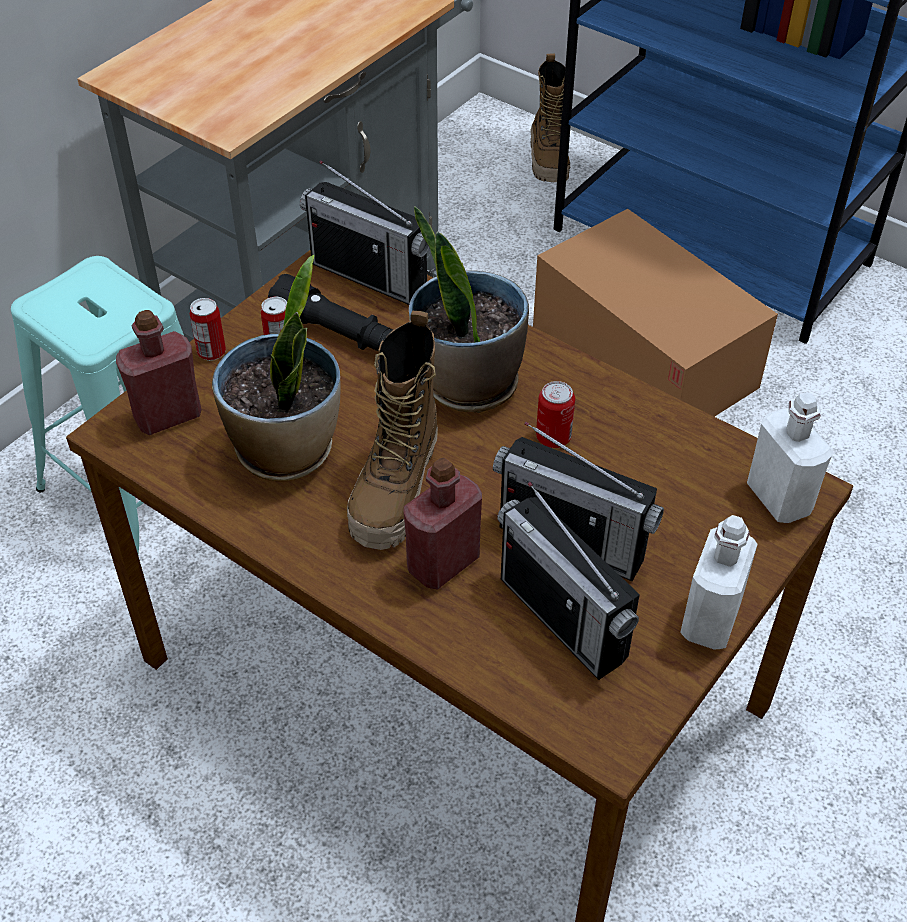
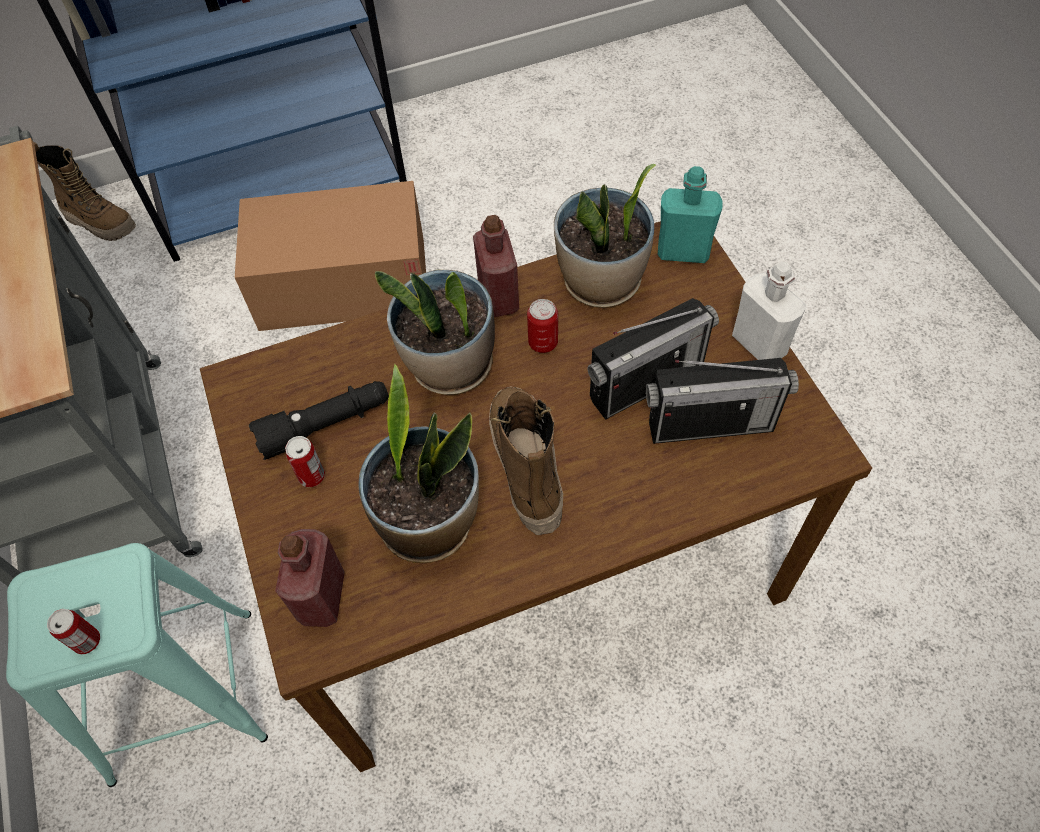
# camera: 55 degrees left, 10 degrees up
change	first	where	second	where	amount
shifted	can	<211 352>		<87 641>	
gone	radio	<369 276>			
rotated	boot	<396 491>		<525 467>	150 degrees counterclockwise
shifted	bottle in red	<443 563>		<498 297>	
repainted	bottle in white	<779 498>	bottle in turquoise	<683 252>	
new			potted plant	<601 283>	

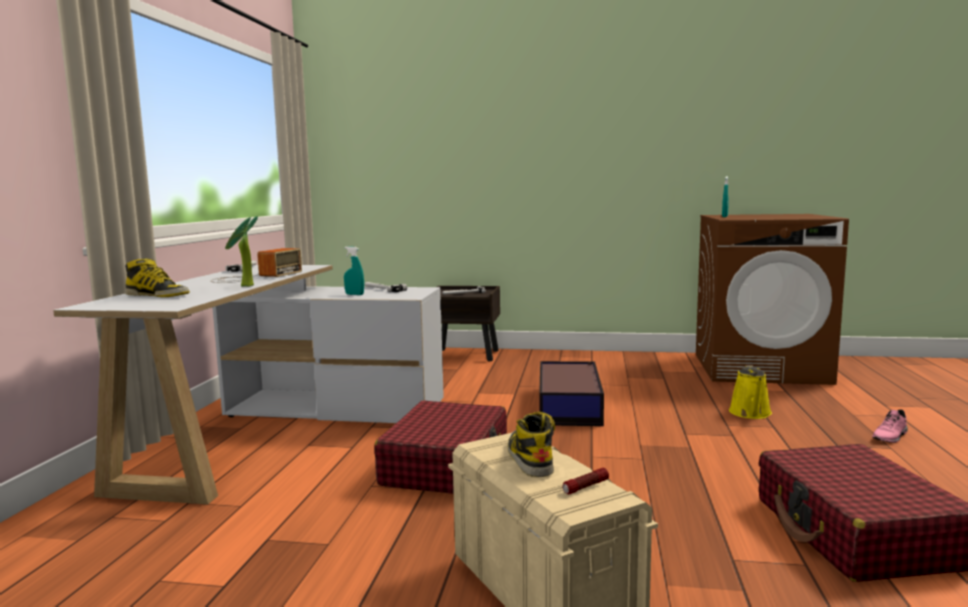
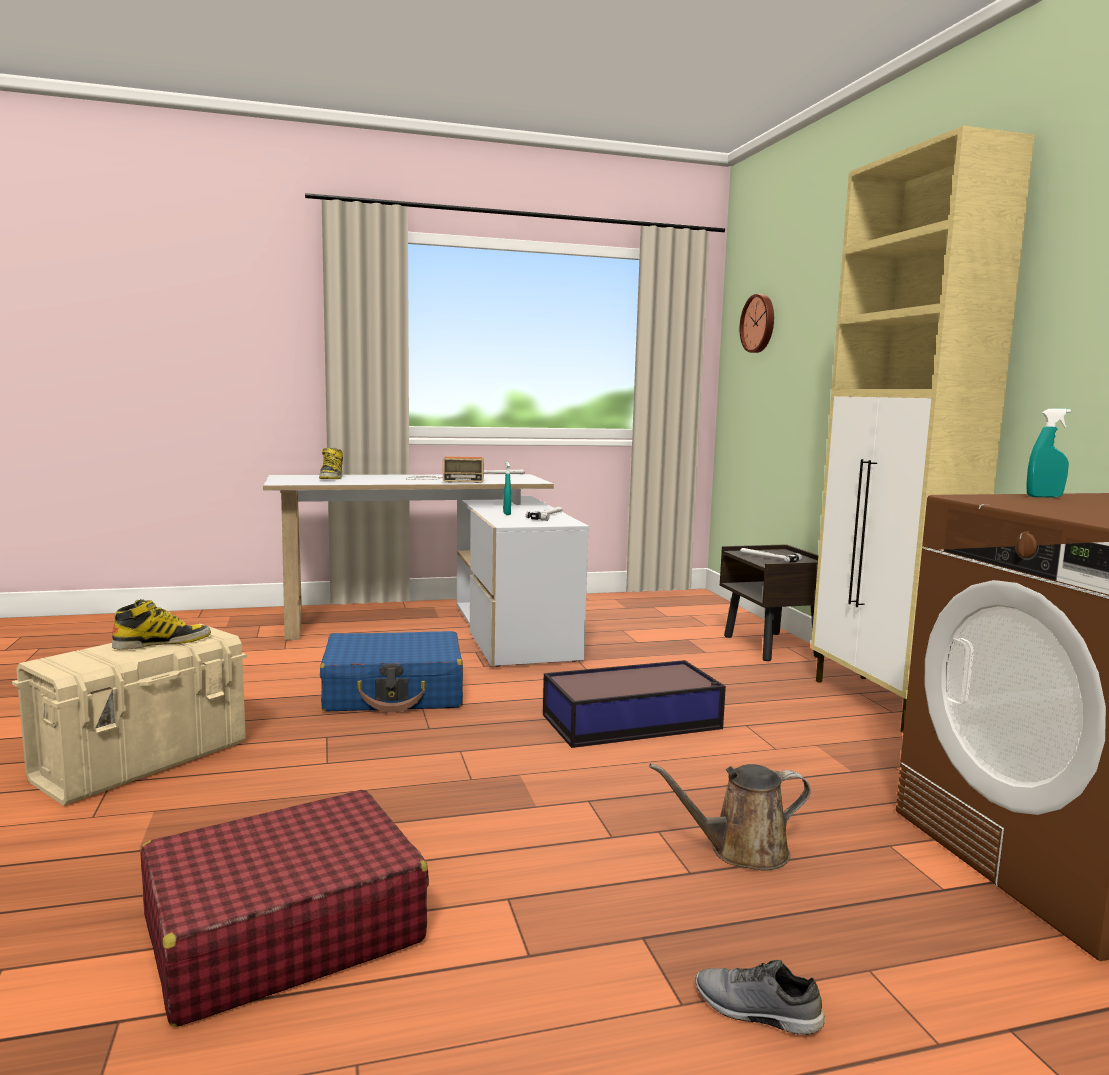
# camera: 65 degrees right, 0 degrees up
change	first	where	second	where	amount
gone	potted plant	<245 286>			
repainted	suitcase in red	<446 465>	suitcase in blue	<394 692>	
gone	flashlight	<585 487>			
repainted	watering can in yellow	<750 413>	watering can in brown	<741 851>	
repainted	shoe in pink	<891 437>	shoe in grey	<756 1012>	
new			wall clock	<759 323>	
new			cabinet in beige	<883 703>	

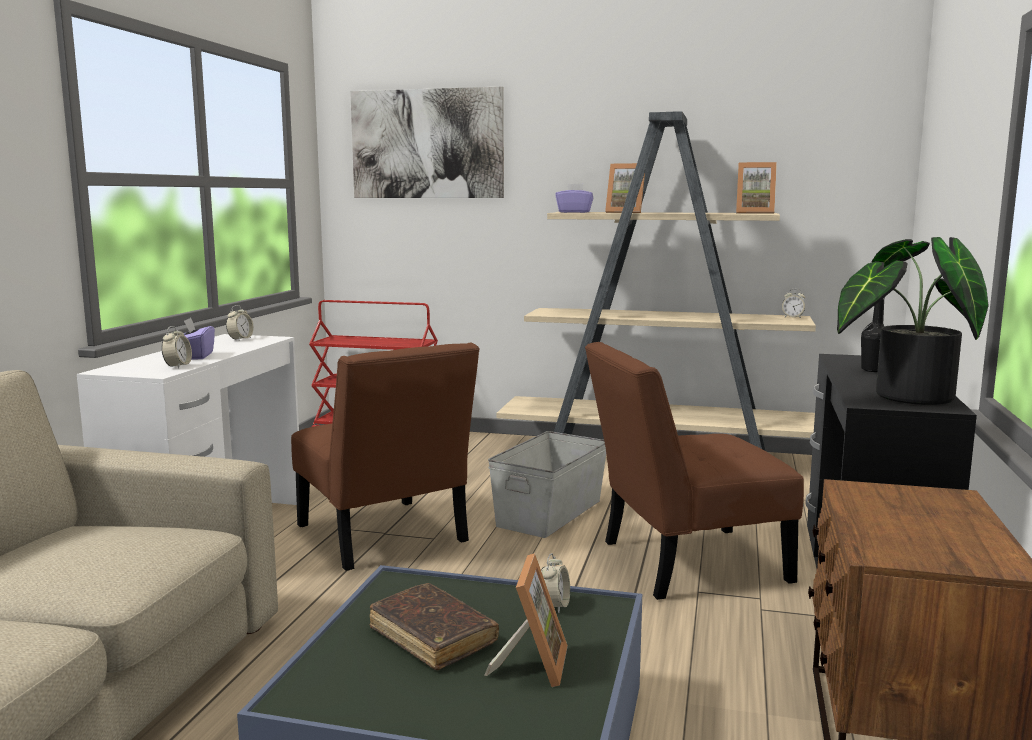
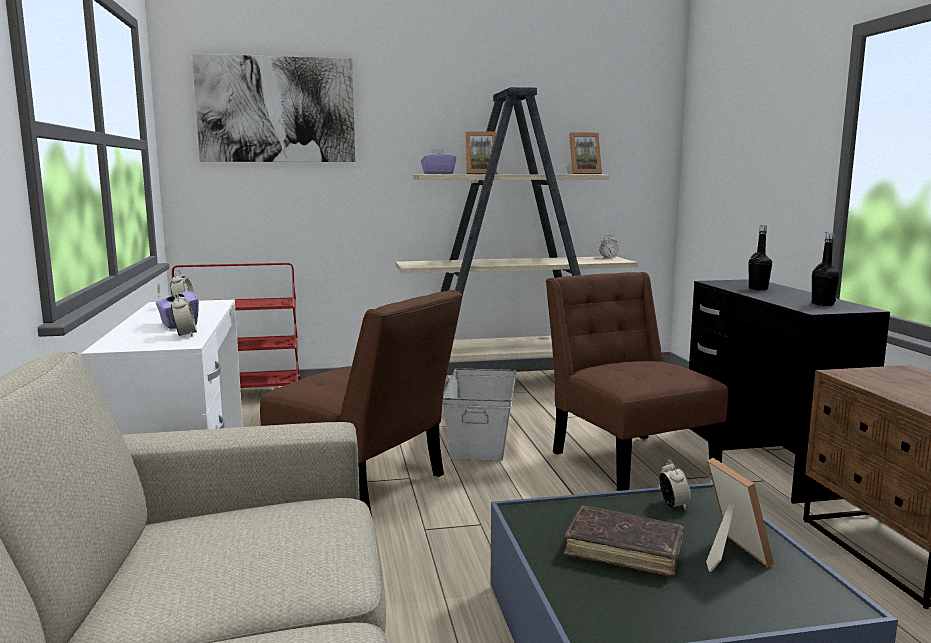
# camera: 25 degrees left, 0 degrees up
change	first	where	second	where	amount
rotated	chair in brown	<683 563>		<628 461>	105 degrees clockwise
swapped	potted plant	<904 396>	bottle in black	<822 304>	

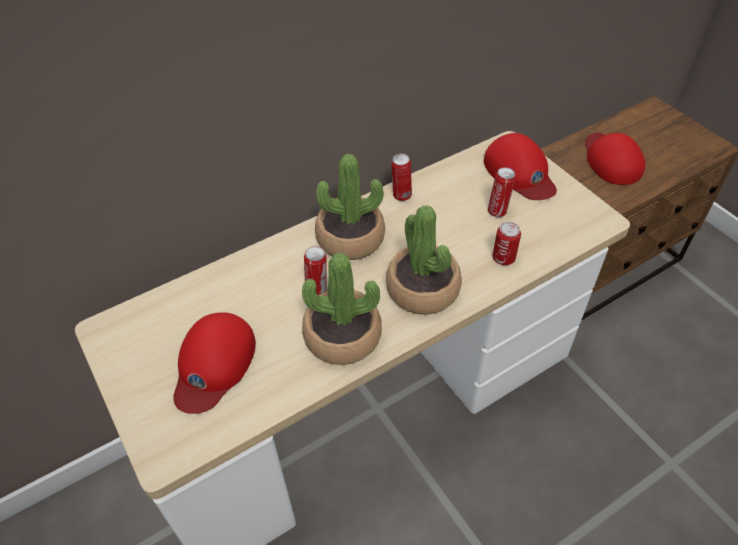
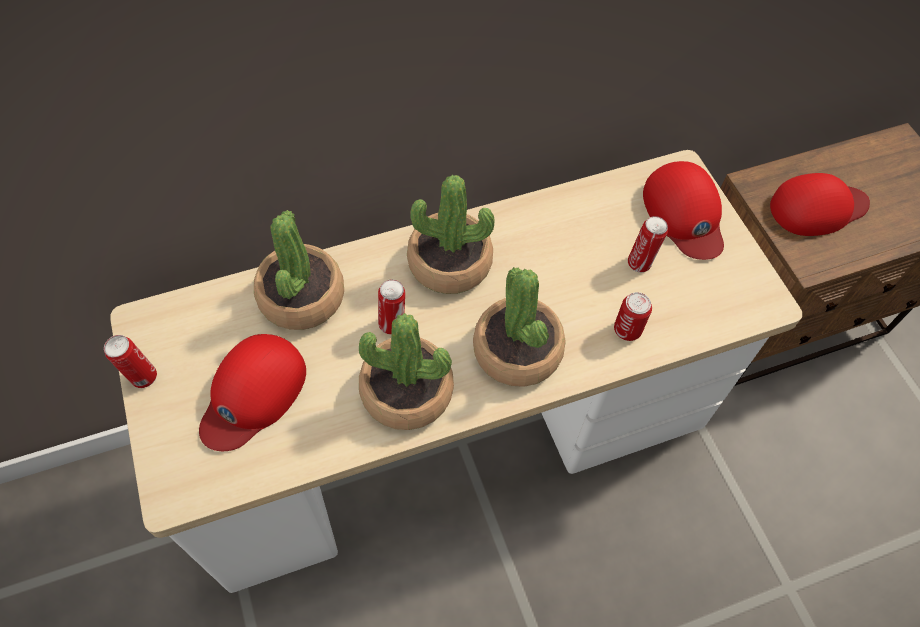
# camera: 10 degrees right, 10 degrees up
change	first	where	second	where	amount
shifted	can	<401 196>		<142 377>	
rotated	cap in red	<611 160>		<817 208>	75 degrees clockwise
new			potted plant	<301 297>	

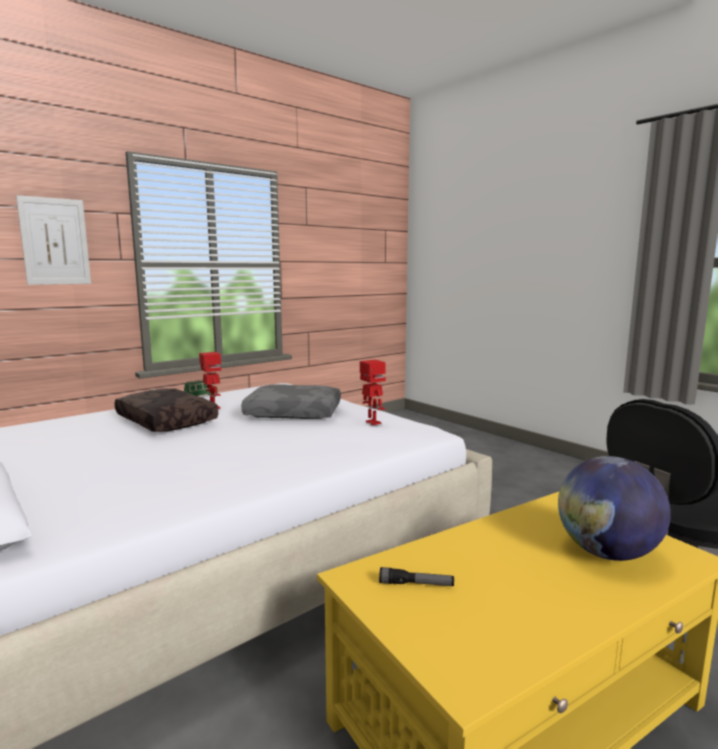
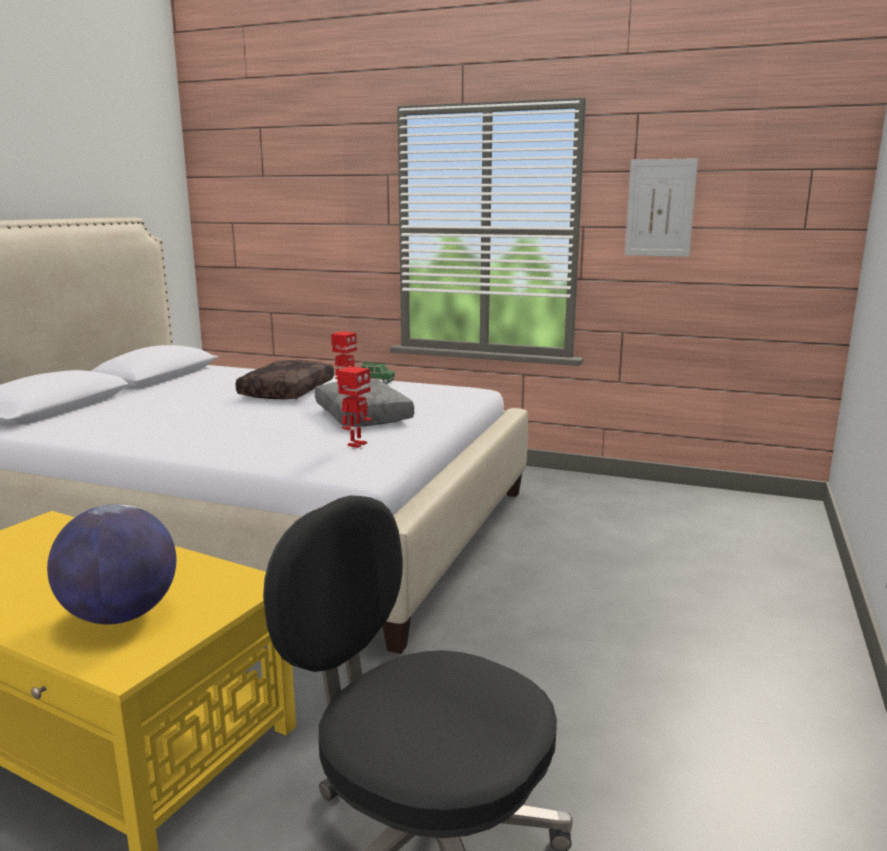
# camera: 60 degrees right, 5 degrees up
change	first	where	second	where	amount
shifted	picture	<55 241>		<660 208>	
gone	flashlight	<416 584>			

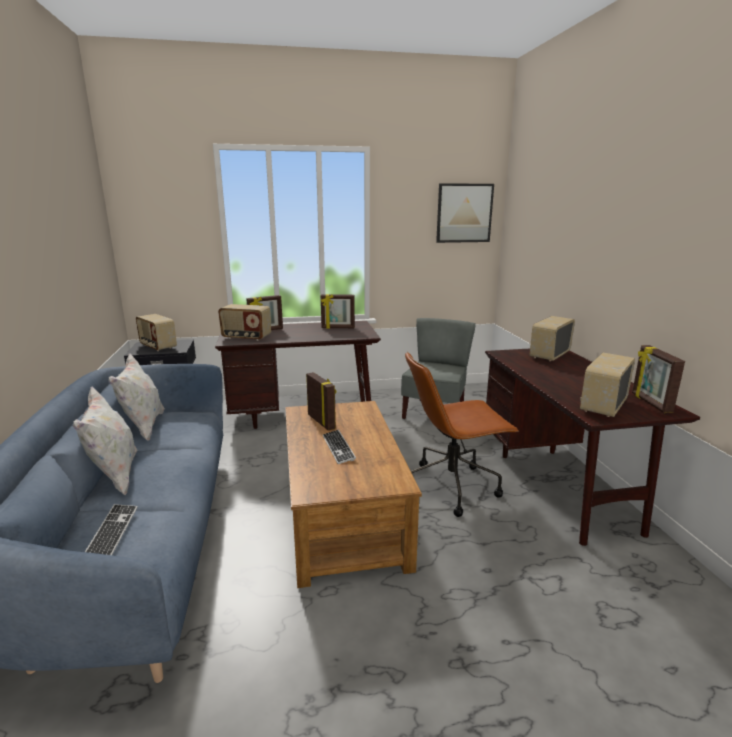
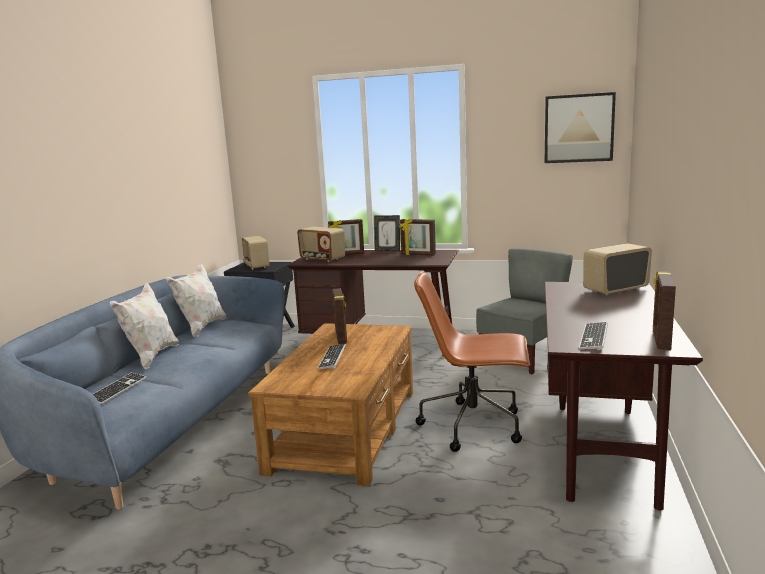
# camera: 25 degrees right, 5 degrees down
change	first	where	second	where	amount
swapped	radio	<602 406>	keyboard	<593 337>	
new			picture frame	<387 251>	

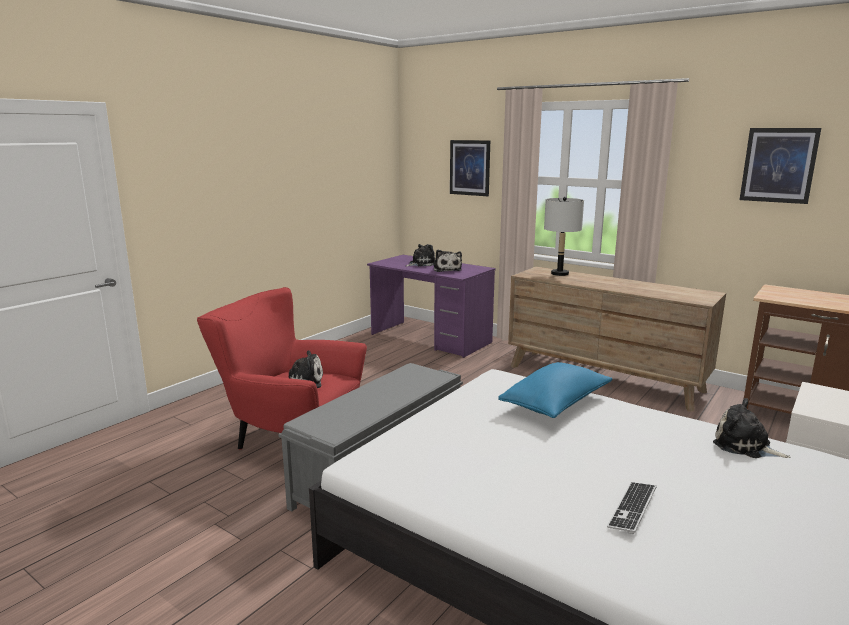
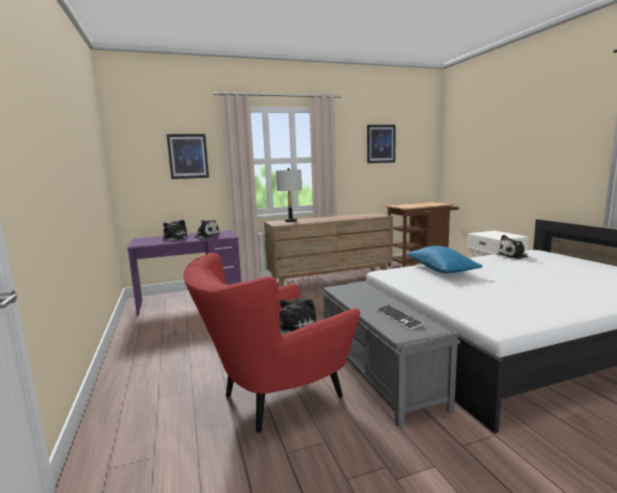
# camera: 55 degrees left, 5 degrees down
change	first	where	second	where	amount
shifted	keyboard	<632 508>		<398 318>	

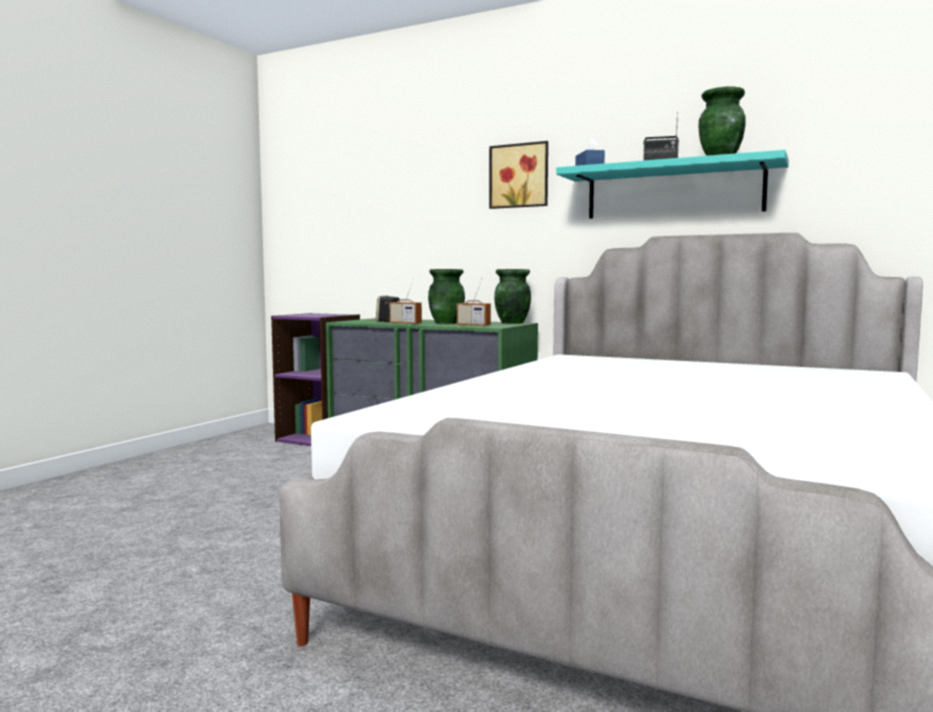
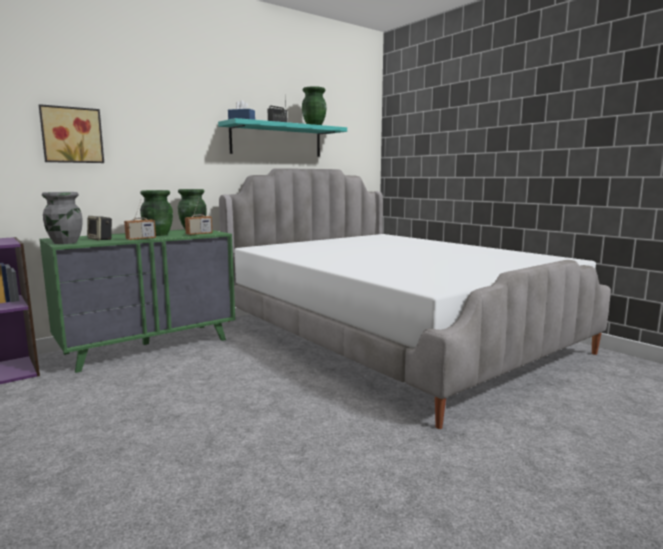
# camera: 65 degrees left, 5 degrees up
change	first	where	second	where	amount
shifted	picture	<519 176>		<72 135>	
new			vase in grey	<65 242>	

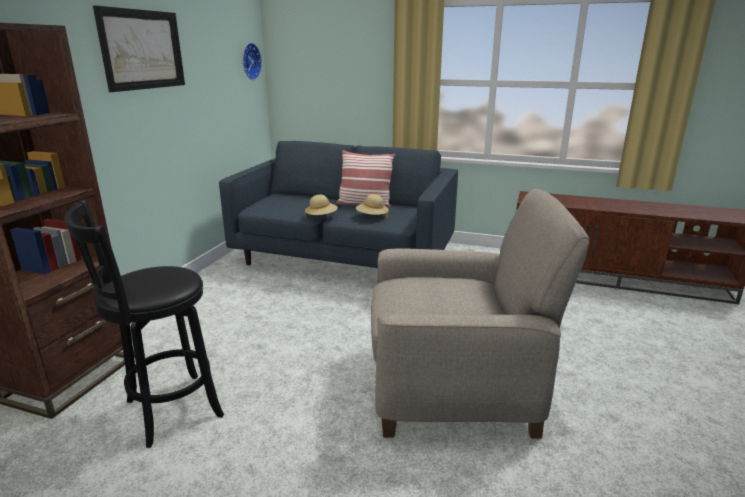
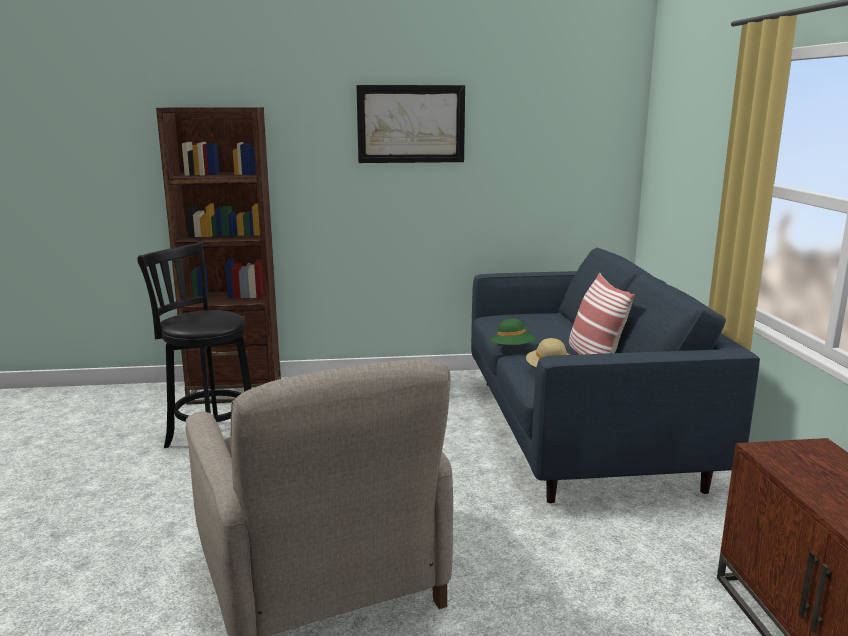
# camera: 65 degrees right, 5 degrees down
change	first	where	second	where	amount
gone	wall clock	<249 61>			
repainted	hat in beige	<321 217>	hat in green	<512 349>	

